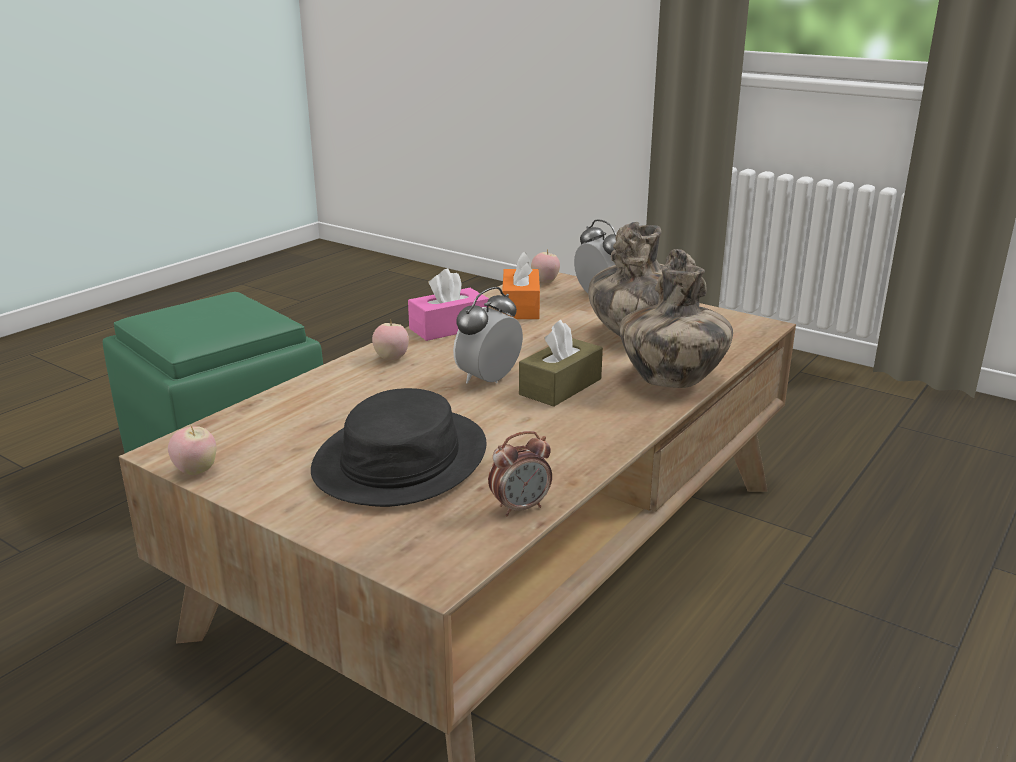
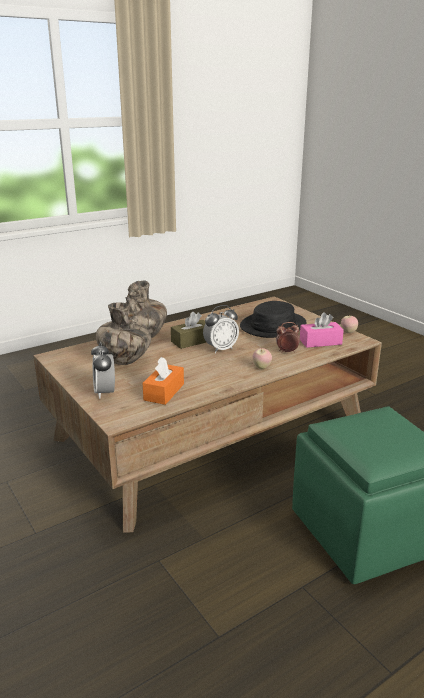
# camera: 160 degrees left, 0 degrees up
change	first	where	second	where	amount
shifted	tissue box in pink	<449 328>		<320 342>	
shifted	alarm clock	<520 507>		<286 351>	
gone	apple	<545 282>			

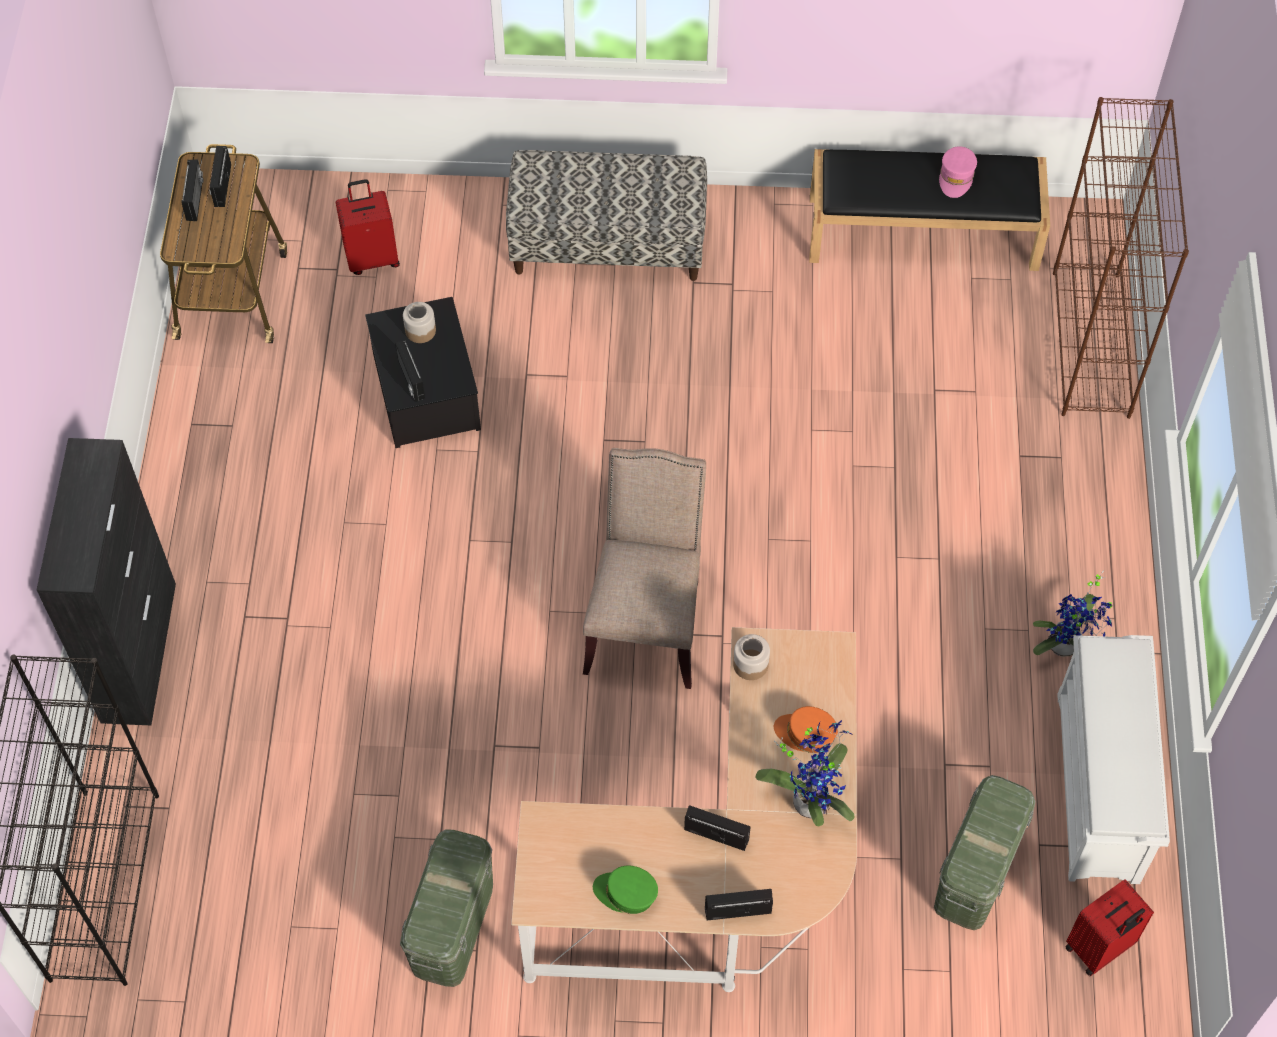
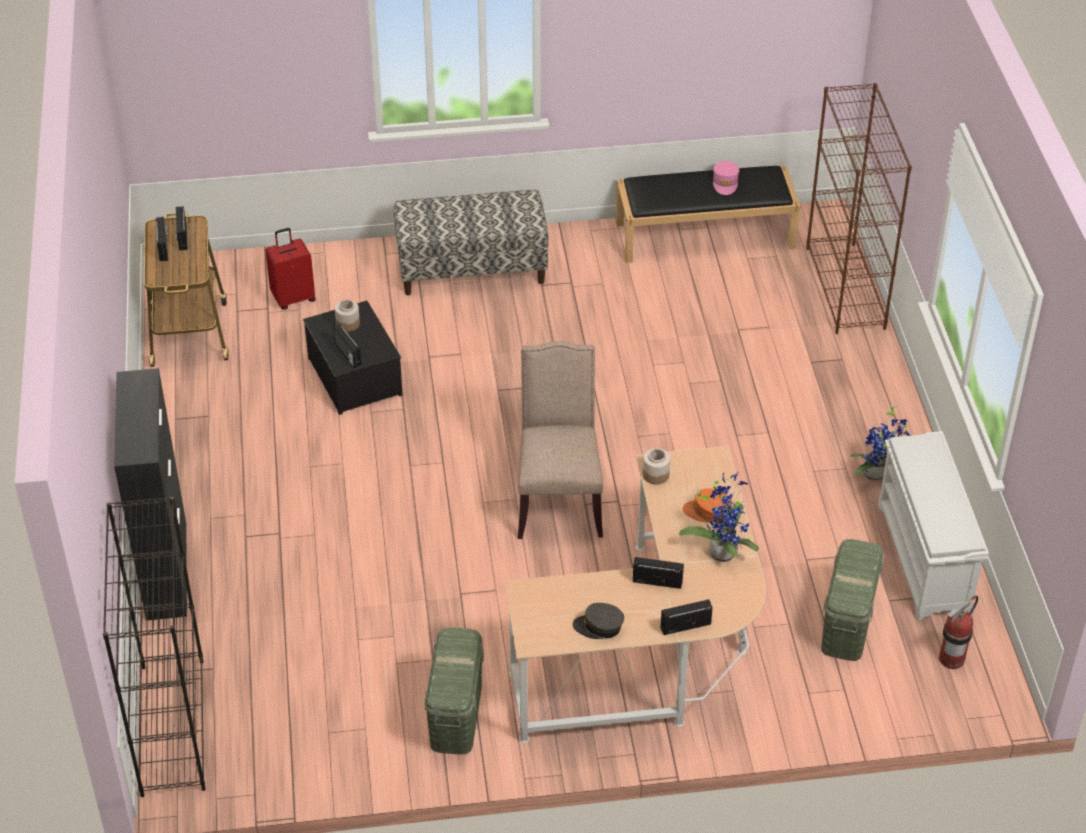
# camera: 10 degrees left, 15 degrees down
change	first	where	second	where	amount
repainted	cap in green	<626 893>	cap in grey	<599 627>	
swapped	suitcase in red	<1100 948>	fire extinguisher	<951 659>	

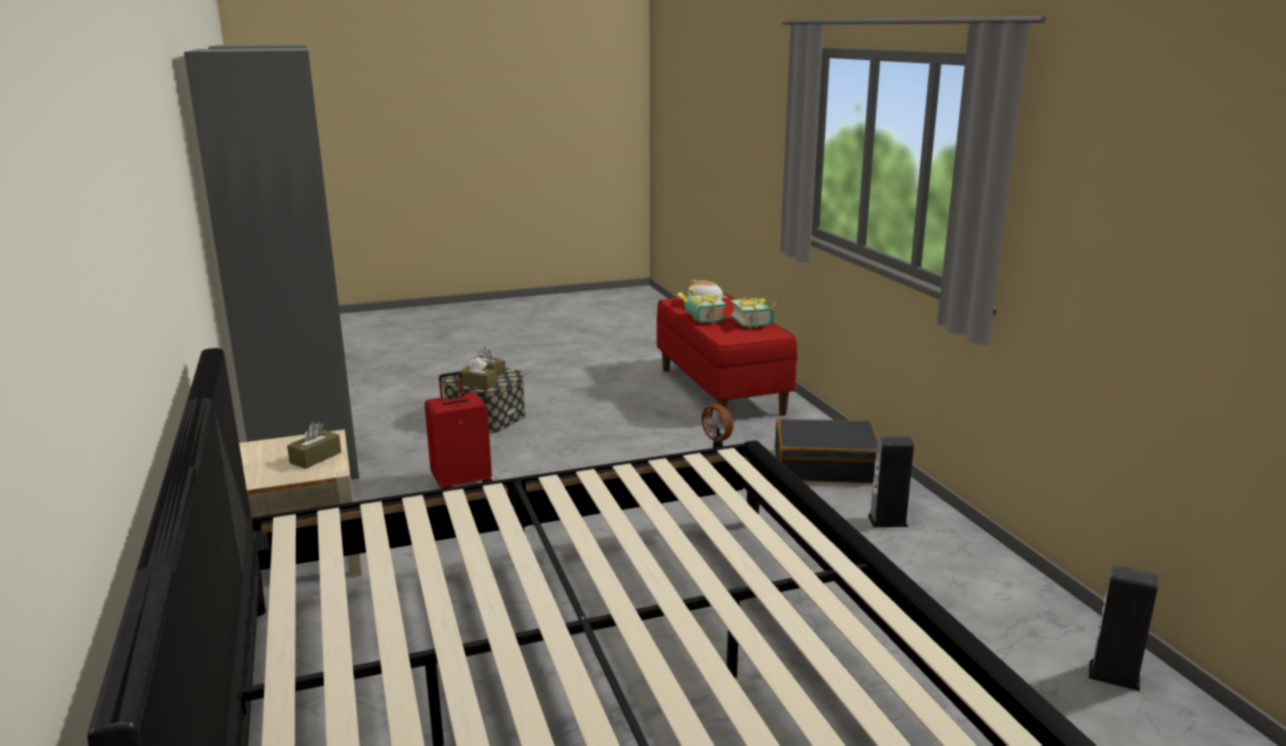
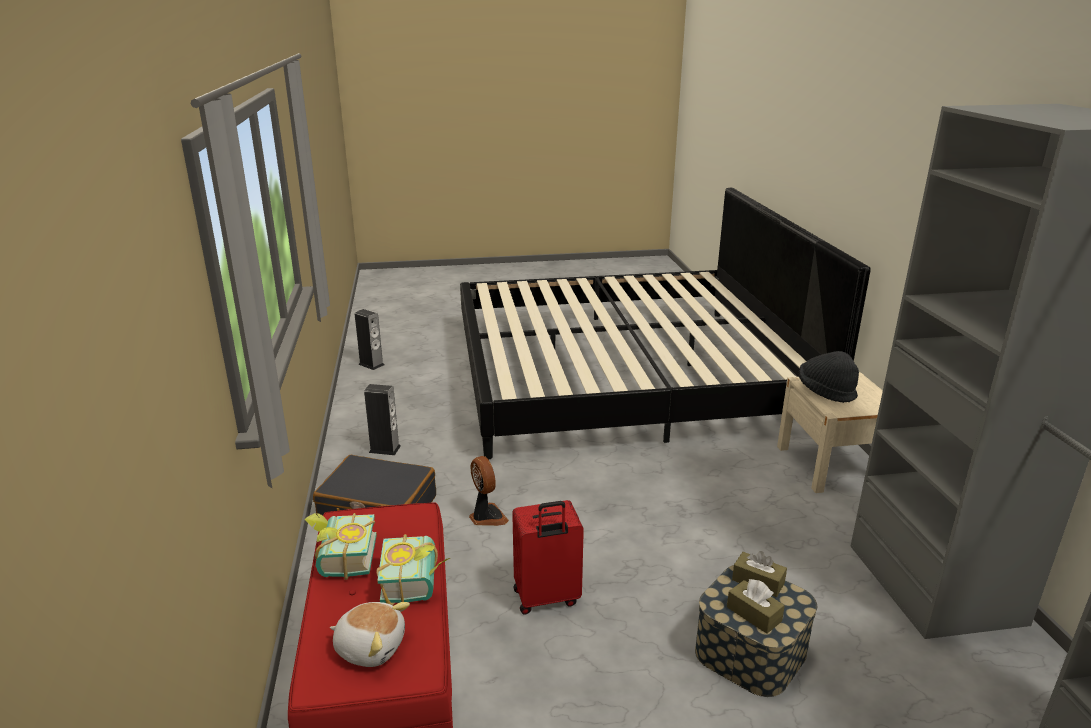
# camera: 170 degrees left, 5 degrees up
change	first	where	second	where	amount
swapped	tissue box in brown	<315 457>	hat in black	<825 392>	
shifted	suitcase in red	<462 483>		<546 598>	

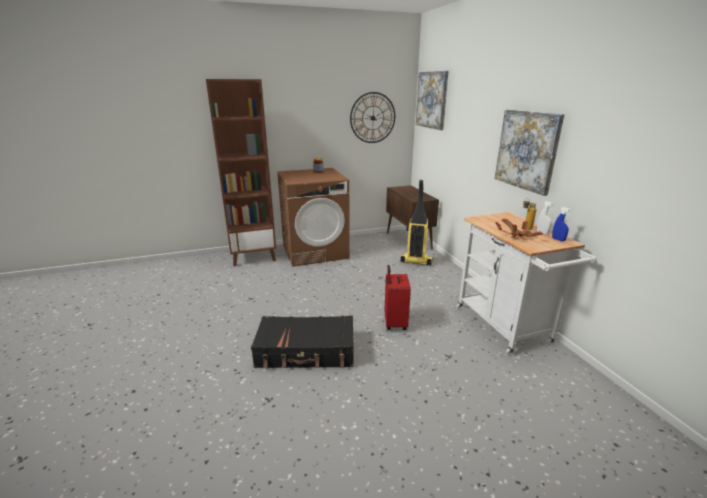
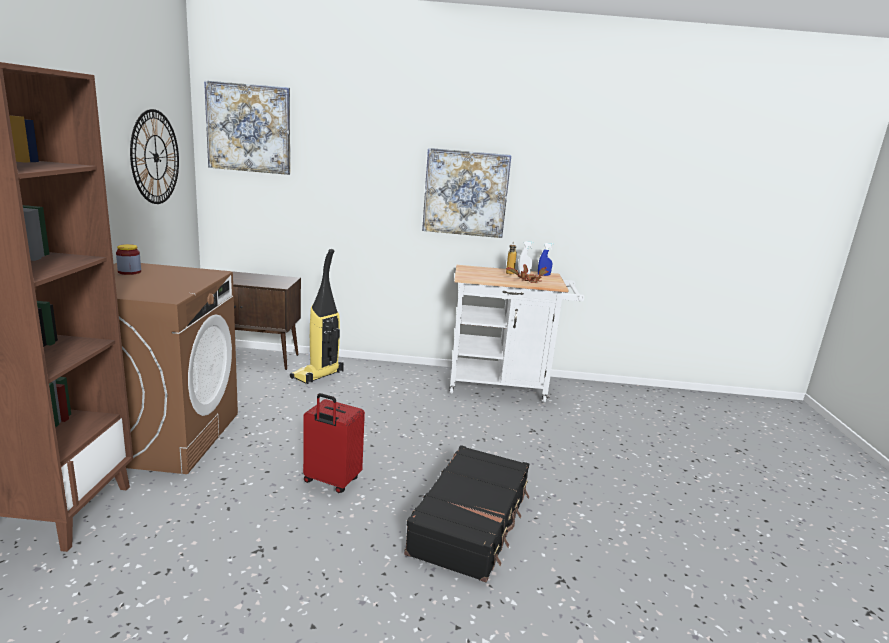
# camera: 70 degrees left, 5 degrees down
change	first	where	second	where	amount
shifted	suitcase in red	<394 323>		<331 481>	

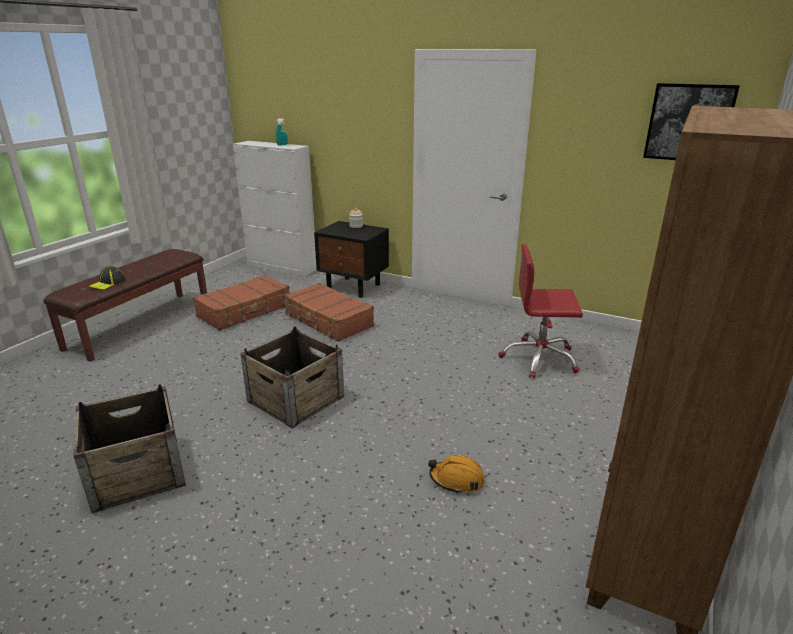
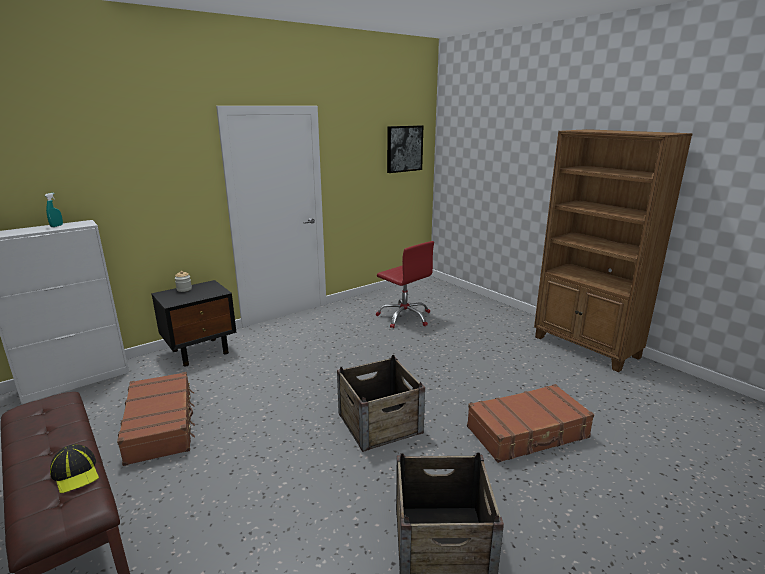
# camera: 65 degrees left, 5 degrees down
change	first	where	second	where	amount
shifted	suitcase in brown	<328 321>		<528 433>	
gone	hard hat in orange	<456 480>			
rotated	office chair in red	<539 359>		<404 317>	75 degrees counterclockwise

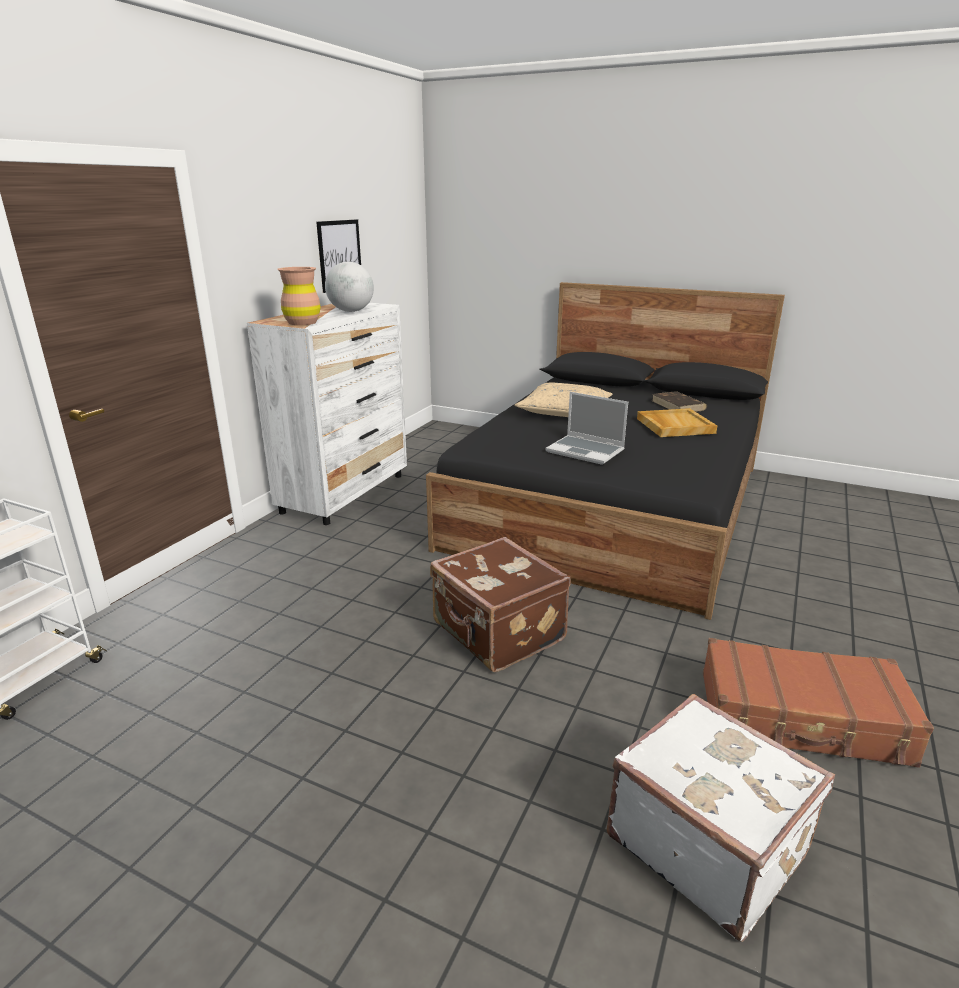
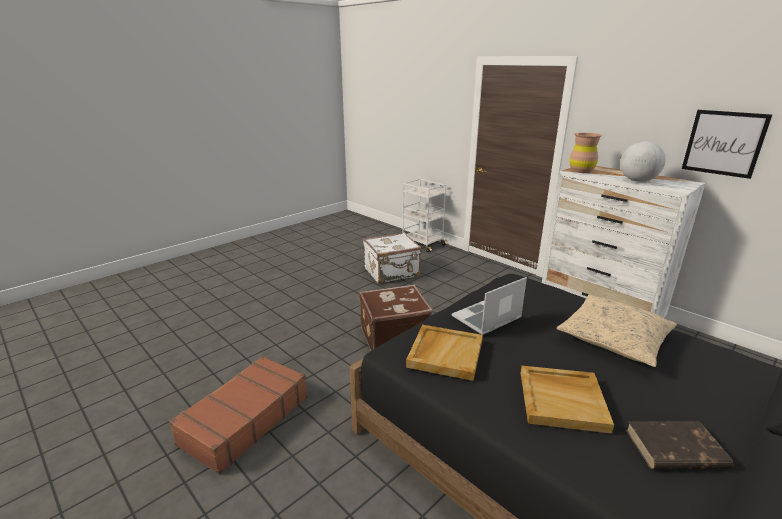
# camera: 110 degrees right, 0 degrees up
change	first	where	second	where	amount
shifted	suitcase in white	<707 842>		<392 273>	
new			tray in beige	<445 353>	

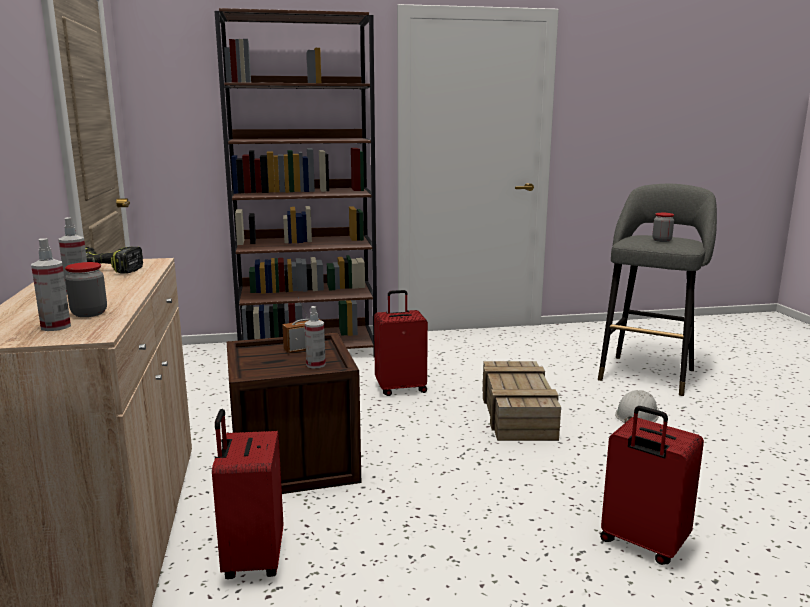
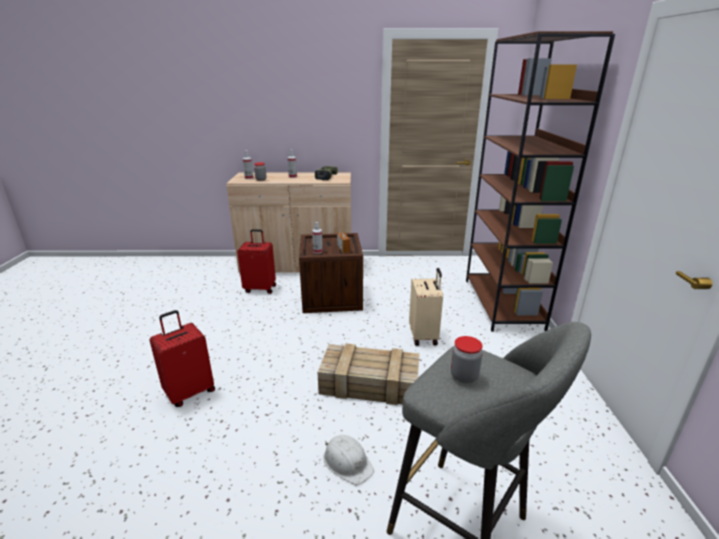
# camera: 100 degrees right, 10 degrees up
change	first	where	second	where	amount
repainted	suitcase in red	<401 388>	suitcase in beige	<424 336>	

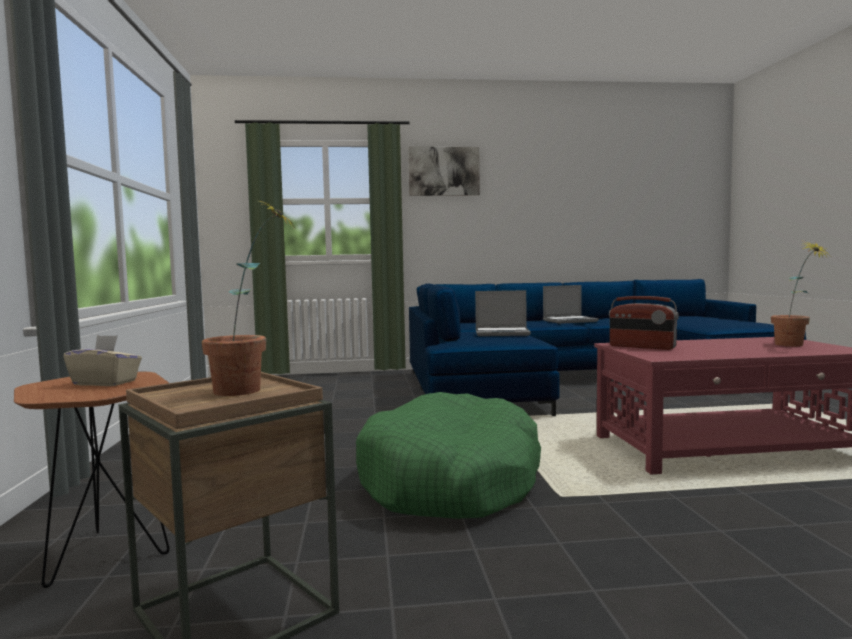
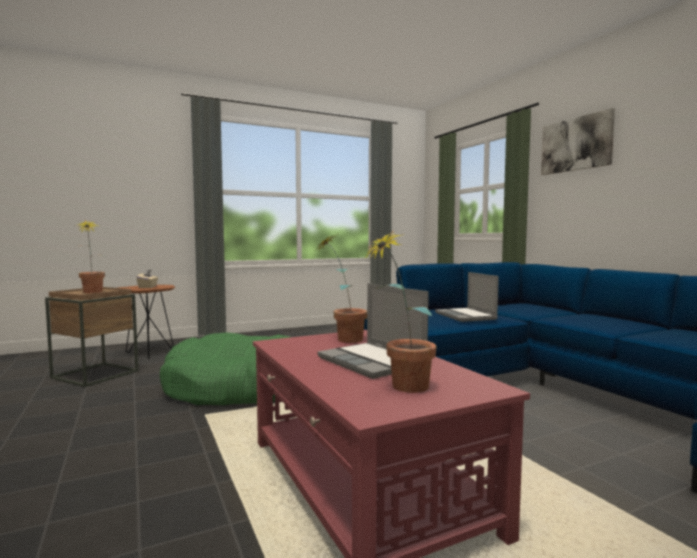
# camera: 70 degrees right, 0 degrees up
change	first	where	second	where	amount
shifted	laptop	<570 321>		<373 362>	
swapped	radio	<642 347>	potted plant	<342 339>	

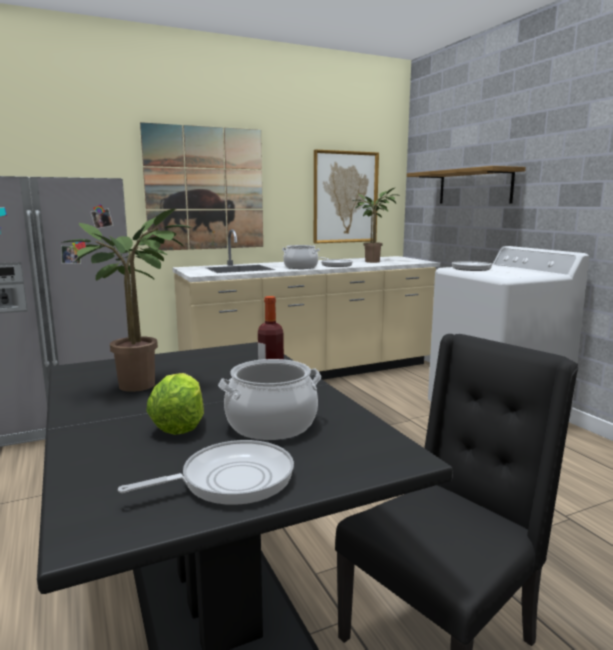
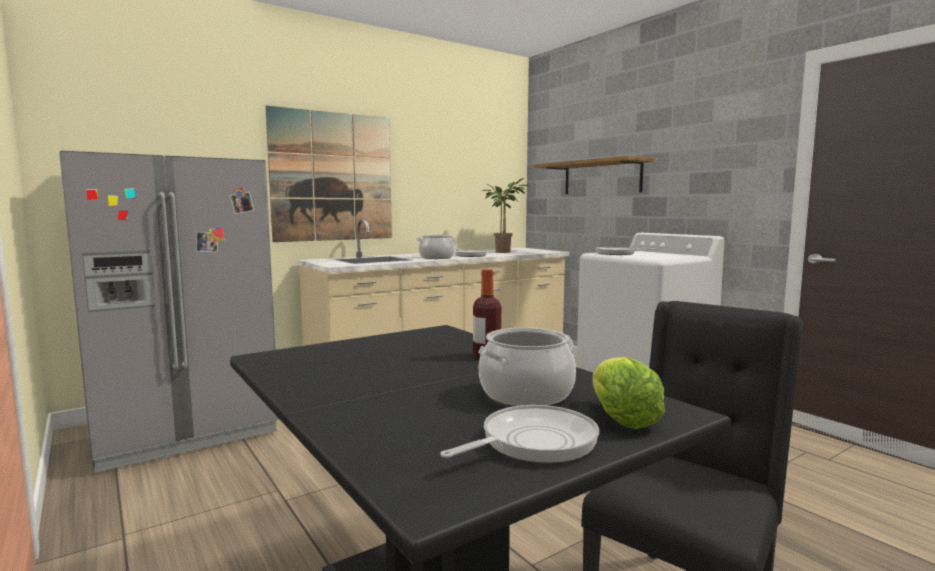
# camera: 10 degrees left, 5 degrees down
change	first	where	second	where	amount
gone	potted plant	<142 383>			
shifted	lettuce	<180 425>		<621 418>	
gone	picture	<345 197>			

